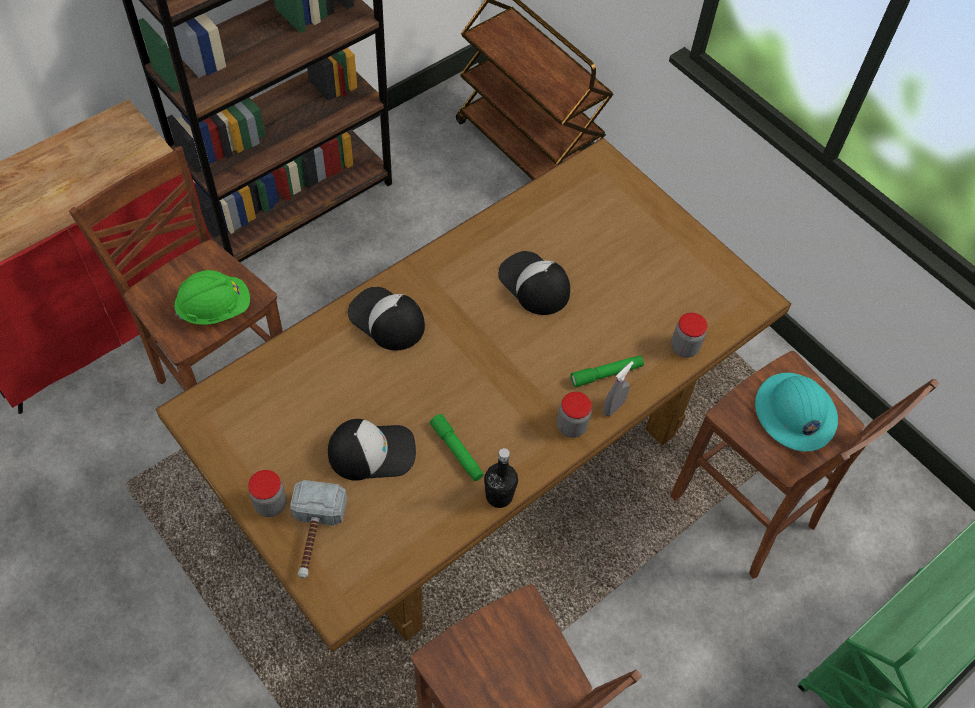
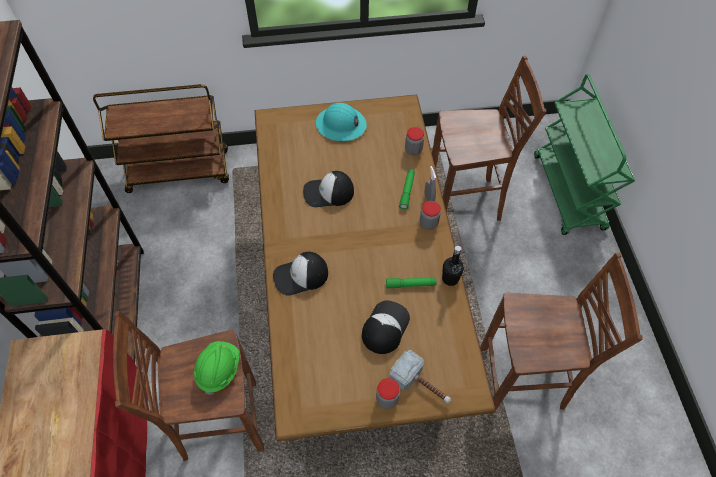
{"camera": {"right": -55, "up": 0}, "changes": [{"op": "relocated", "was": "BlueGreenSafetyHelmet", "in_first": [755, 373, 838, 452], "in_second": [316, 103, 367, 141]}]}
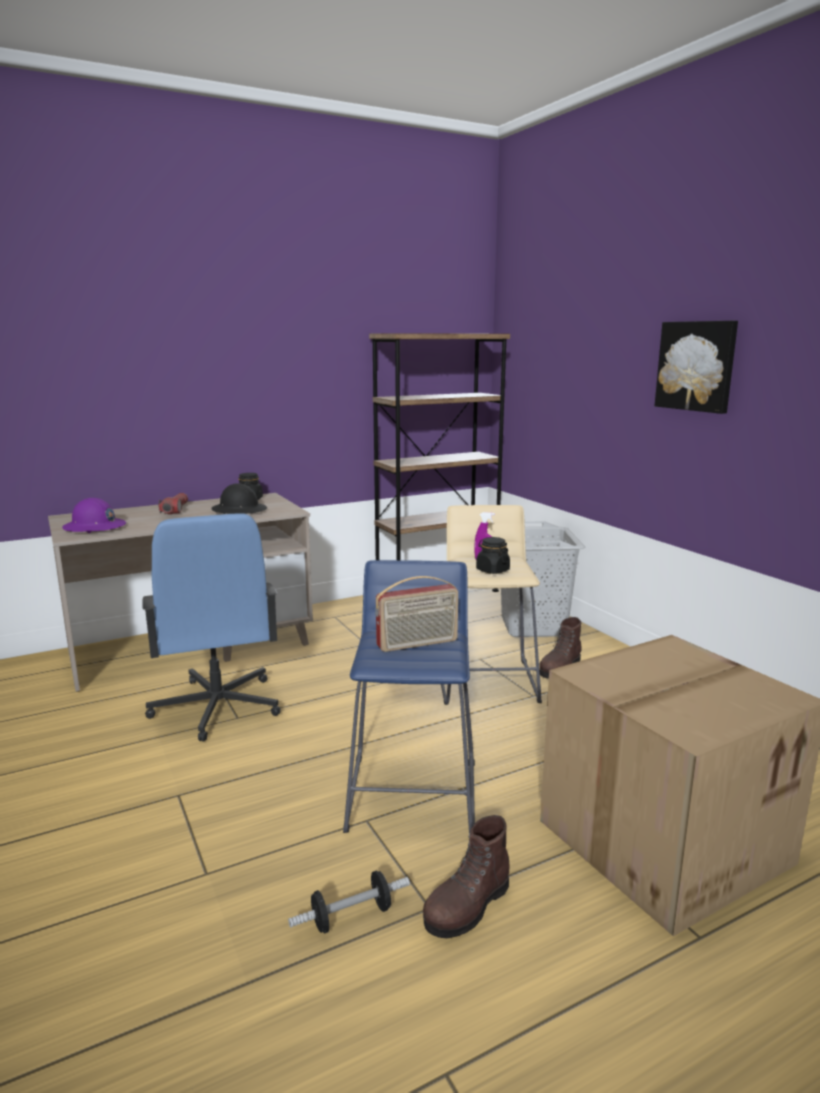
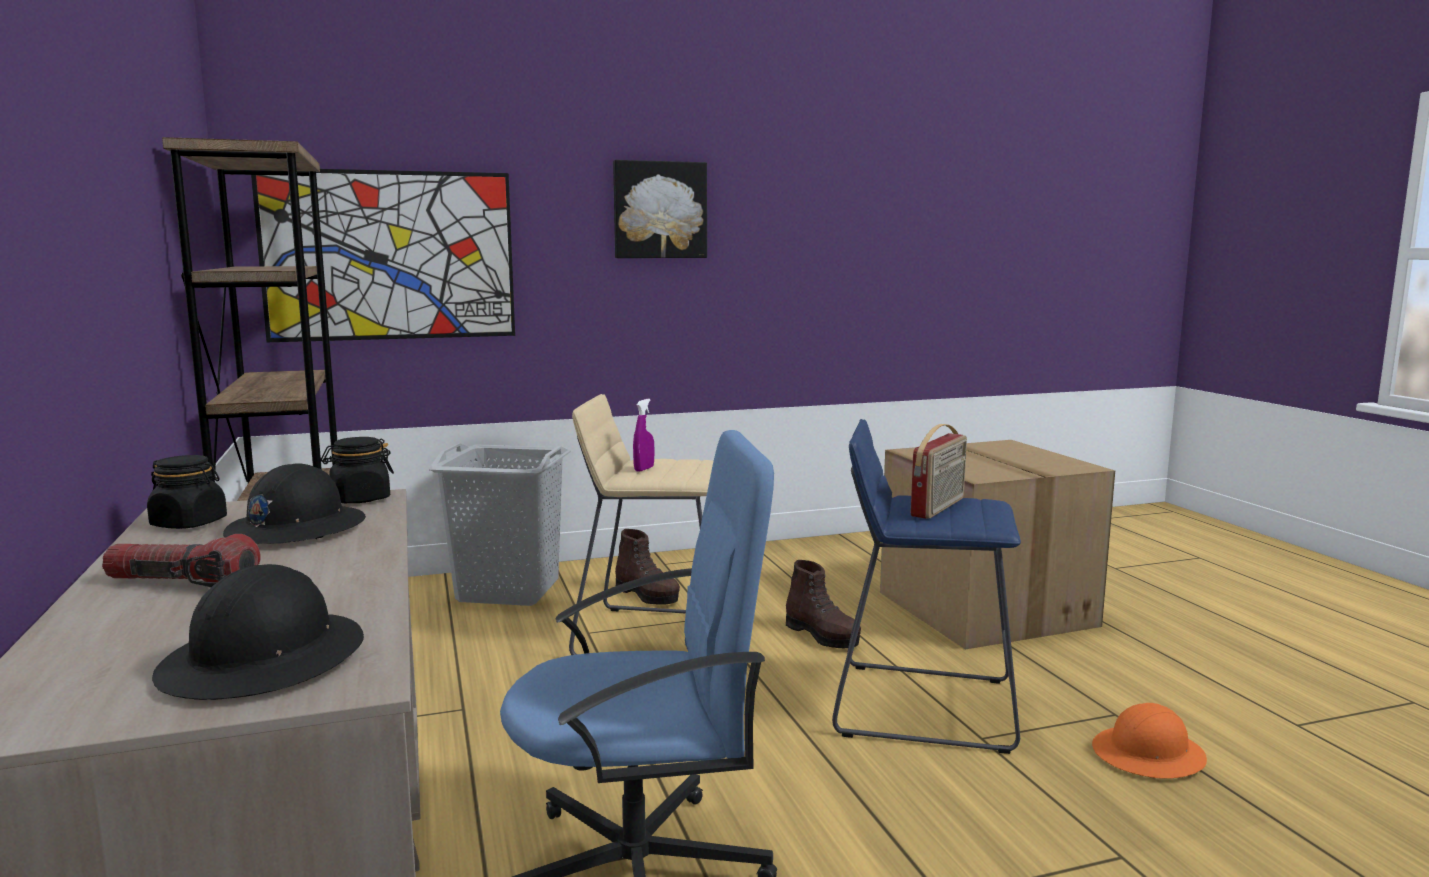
{"camera": {"right": -80, "up": -5}, "changes": [{"op": "appeared", "now": "WallArt", "in_second": [251, 169, 515, 342]}, {"op": "relocated", "was": "BrownishHighTopBoot", "in_first": [423, 815, 509, 938], "in_second": [786, 560, 861, 648]}, {"op": "relocated", "was": "BlackStorageJar", "in_first": [476, 537, 510, 574], "in_second": [321, 437, 394, 503]}, {"op": "exchanged", "was": "FreeWeight", "now": "OrangeSafetyHelmet", "in_first": [288, 871, 410, 934], "in_second": [1092, 703, 1207, 779]}, {"op": "colour", "was": "PurplishSafetyHelmet", "now": "BlackSafetyHelmet", "in_first": [62, 498, 126, 533], "in_second": [152, 564, 364, 700]}, {"op": "spun", "was": "Radio", "in_first": [375, 576, 458, 652], "in_second": [911, 424, 967, 519], "clockwise": 45}]}
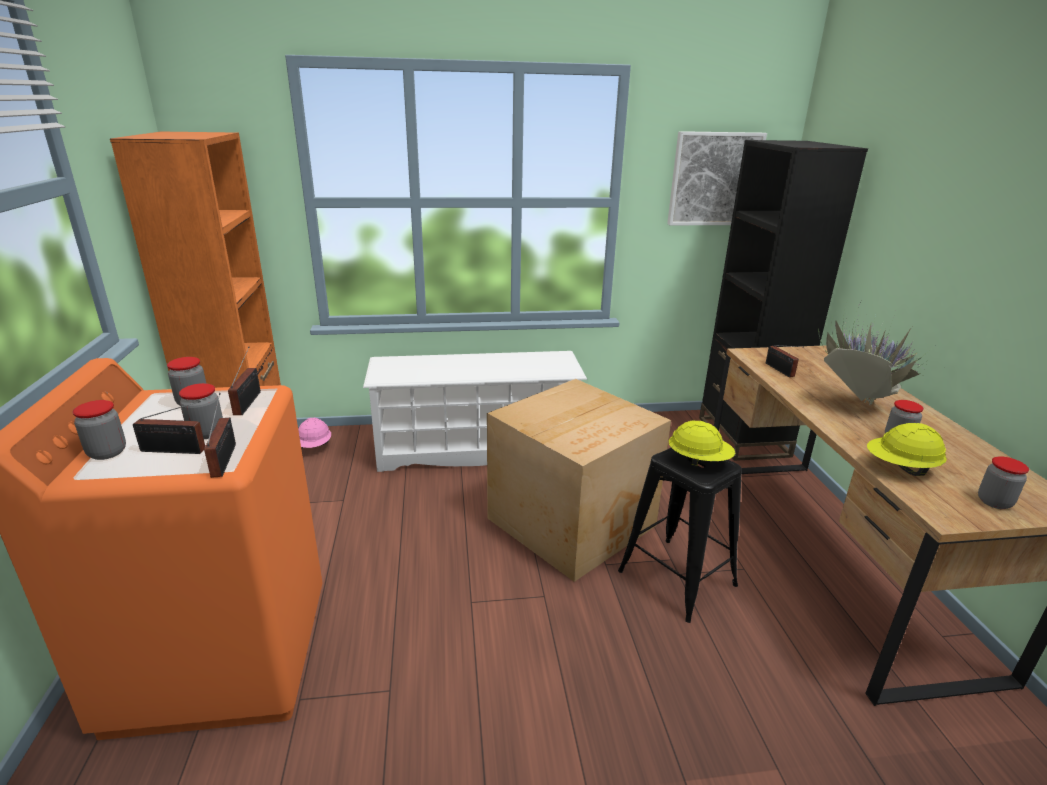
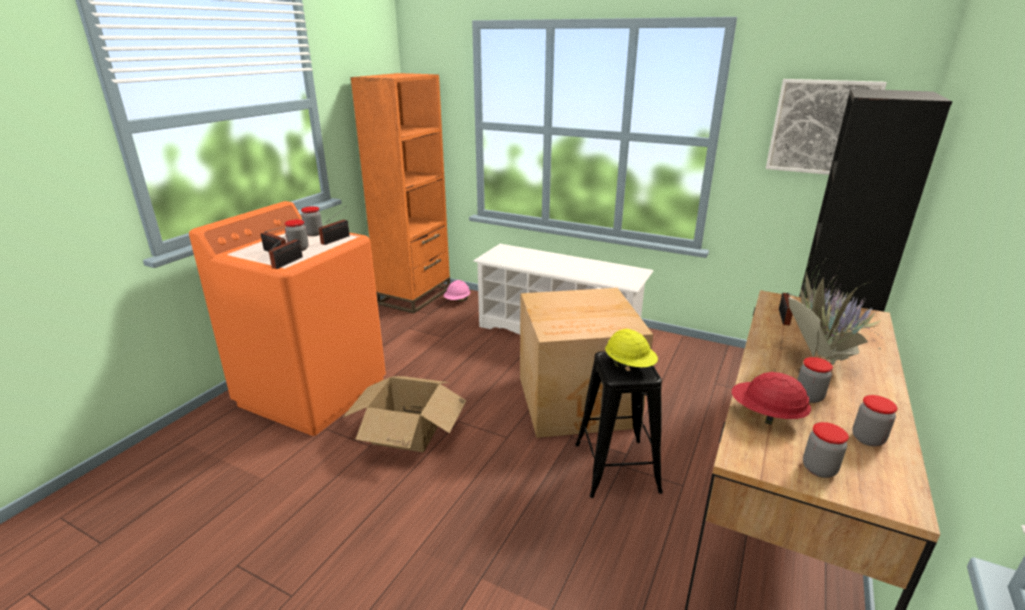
{"camera": {"right": 35, "up": 0}, "changes": [{"op": "appeared", "now": "Carton", "in_second": [343, 376, 466, 452]}, {"op": "relocated", "was": "StorageJar", "in_first": [72, 400, 126, 460], "in_second": [852, 395, 898, 447]}, {"op": "colour", "was": "YellowColouredSafetyHelmet", "now": "RedSafetyHelmet", "in_first": [867, 423, 947, 476], "in_second": [732, 372, 811, 425]}]}
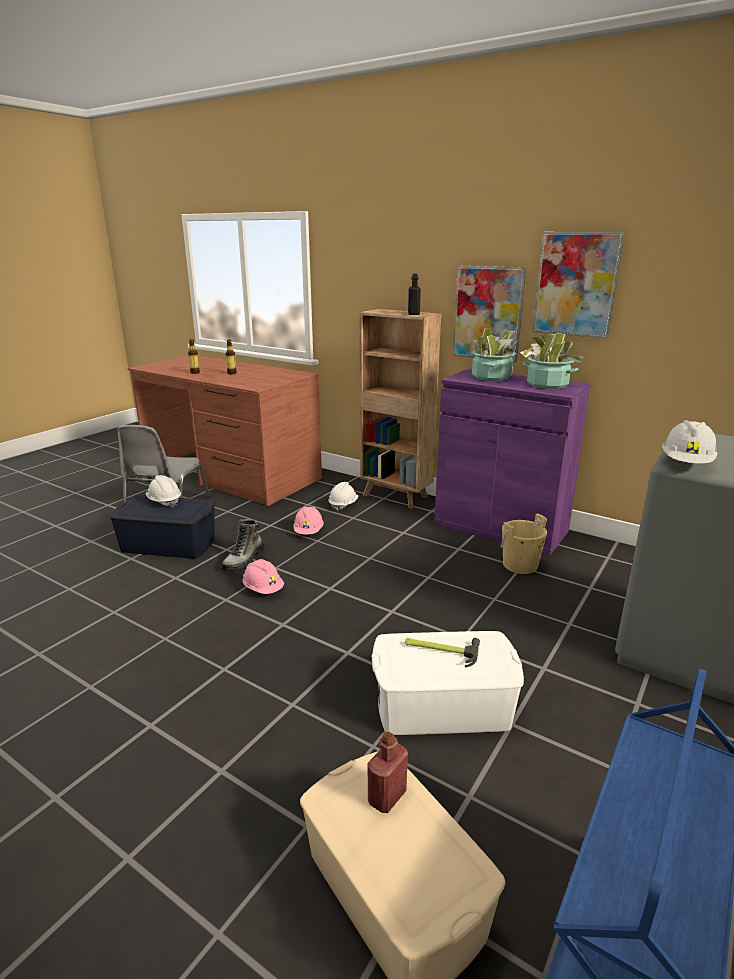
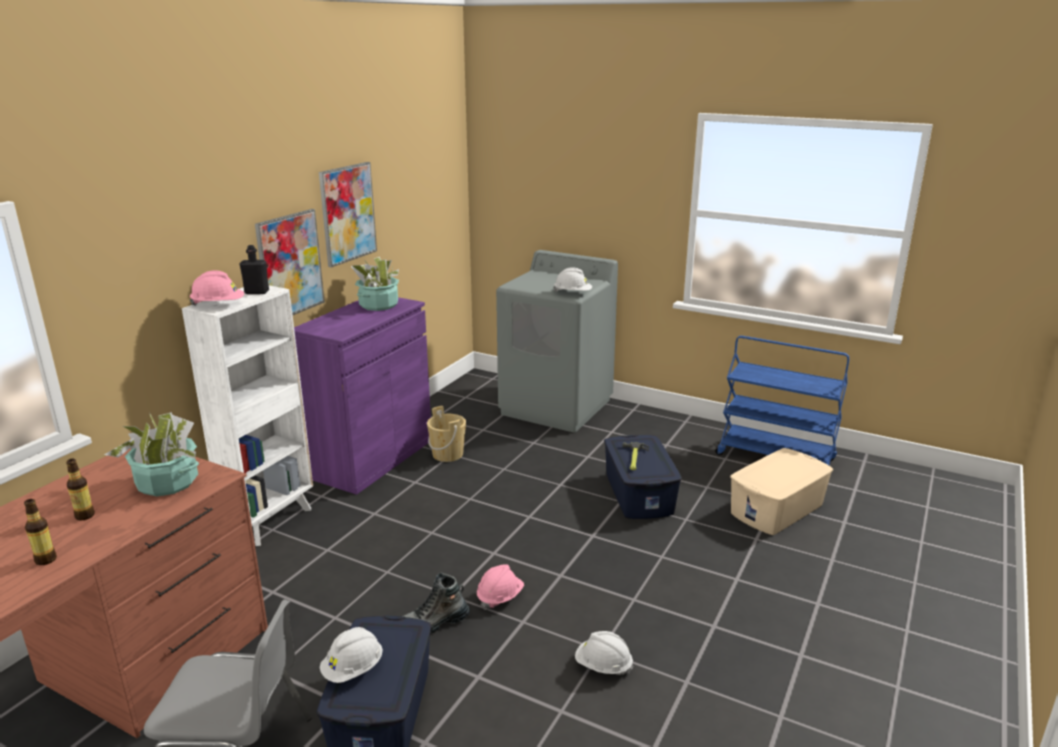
{"camera": {"right": -95, "up": 0}, "changes": [{"op": "missing", "was": "RedBeverageBottle", "in_first": [367, 731, 408, 813]}, {"op": "relocated", "was": "PinkSafetyHelmet", "in_first": [293, 507, 324, 535], "in_second": [190, 270, 244, 306]}, {"op": "relocated", "was": "WhiteSafetyHelmet", "in_first": [328, 482, 359, 511], "in_second": [575, 631, 633, 675]}, {"op": "relocated", "was": "Houseplant", "in_first": [471, 328, 520, 381], "in_second": [104, 412, 199, 496]}, {"op": "colour", "was": "BrownishBookcase", "now": "WhiteBookcase", "in_first": [360, 309, 441, 509], "in_second": [182, 285, 313, 546]}, {"op": "colour", "was": "WhiteStorageContainer", "now": "BluishStorageContainer", "in_first": [372, 631, 524, 735], "in_second": [604, 435, 682, 519]}, {"op": "spun", "was": "HighTopBoot", "in_first": [221, 519, 266, 571], "in_second": [403, 573, 470, 634], "clockwise": 135}]}
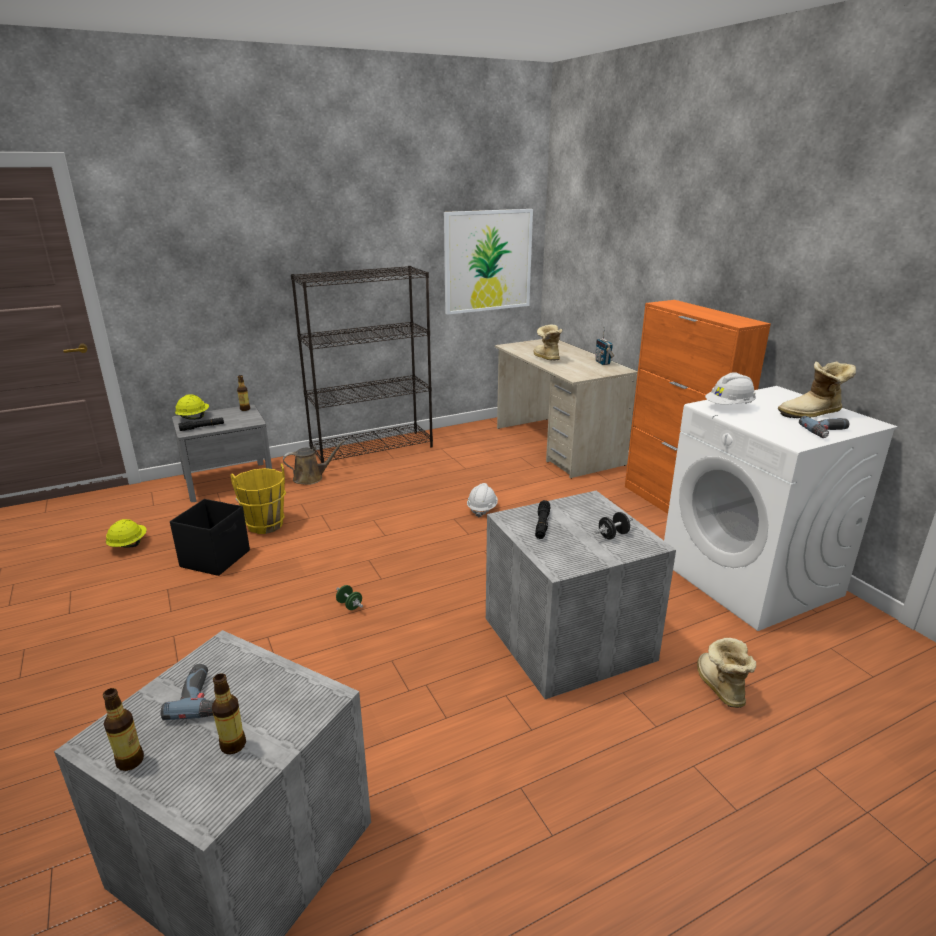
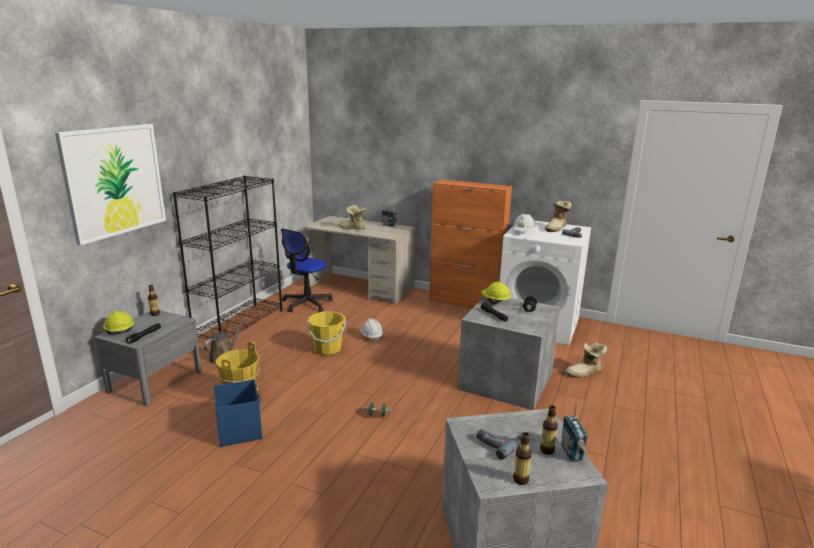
{"camera": {"right": -40, "up": -5}, "changes": [{"op": "appeared", "now": "DeskChair", "in_second": [281, 229, 332, 312]}, {"op": "appeared", "now": "YellowColouredWaterBucket", "in_second": [307, 311, 346, 355]}, {"op": "appeared", "now": "Radio", "in_second": [561, 401, 589, 461]}, {"op": "relocated", "was": "YellowColouredSafetyHelmet", "in_first": [106, 519, 147, 547], "in_second": [481, 282, 511, 304]}, {"op": "relocated", "was": "WallArt", "in_first": [444, 209, 533, 315], "in_second": [55, 124, 166, 245]}, {"op": "colour", "was": "BlackStorageContainer", "now": "BluishStorageContainer", "in_first": [170, 499, 250, 576], "in_second": [214, 379, 262, 447]}, {"op": "spun", "was": "HighTopBoot", "in_first": [697, 638, 756, 708], "in_second": [565, 343, 607, 378], "clockwise": -60}]}
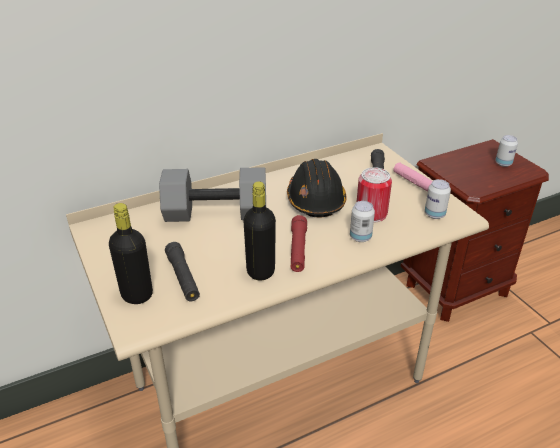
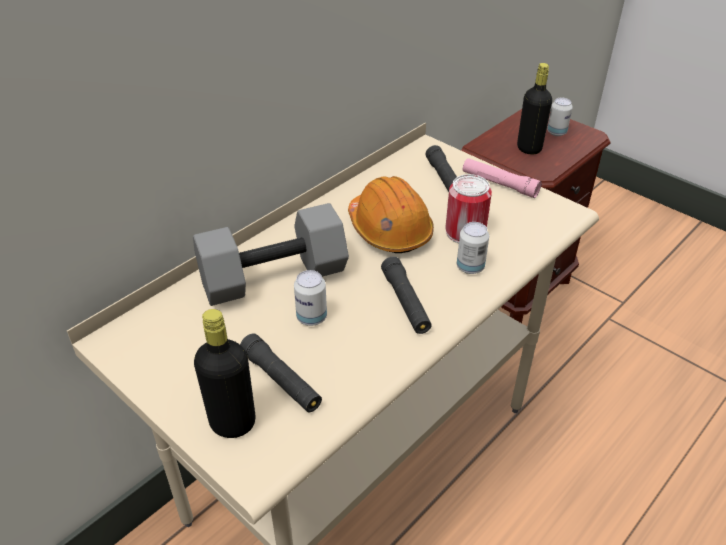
{"camera": {"right": -20, "up": 5}, "changes": [{"op": "relocated", "was": "BlackBeverageBottle", "in_first": [244, 182, 276, 281], "in_second": [517, 63, 552, 155]}, {"op": "relocated", "was": "Can", "in_first": [425, 179, 451, 219], "in_second": [294, 270, 327, 326]}, {"op": "colour", "was": "BlackSafetyHelmet", "now": "OrangeSafetyHelmet", "in_first": [287, 159, 347, 218], "in_second": [348, 176, 434, 253]}, {"op": "colour", "was": "RedHandTorch", "now": "BlackHandTorch", "in_first": [291, 215, 307, 272], "in_second": [381, 257, 432, 334]}]}
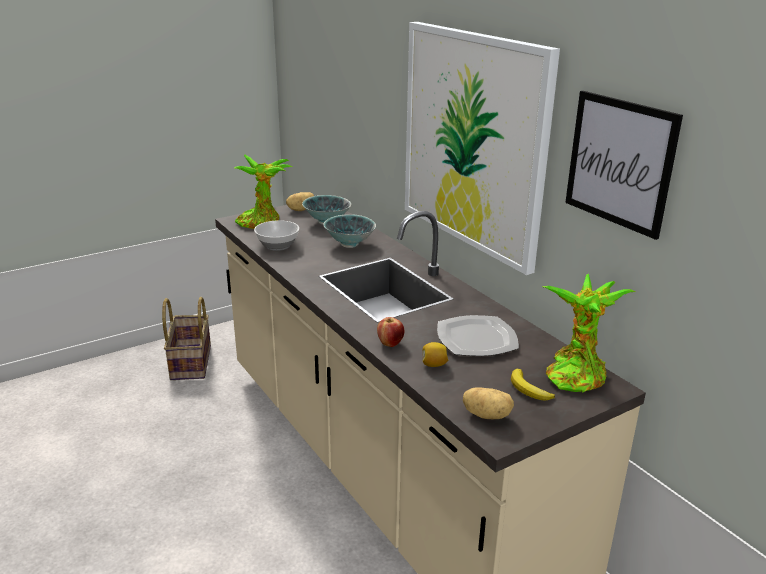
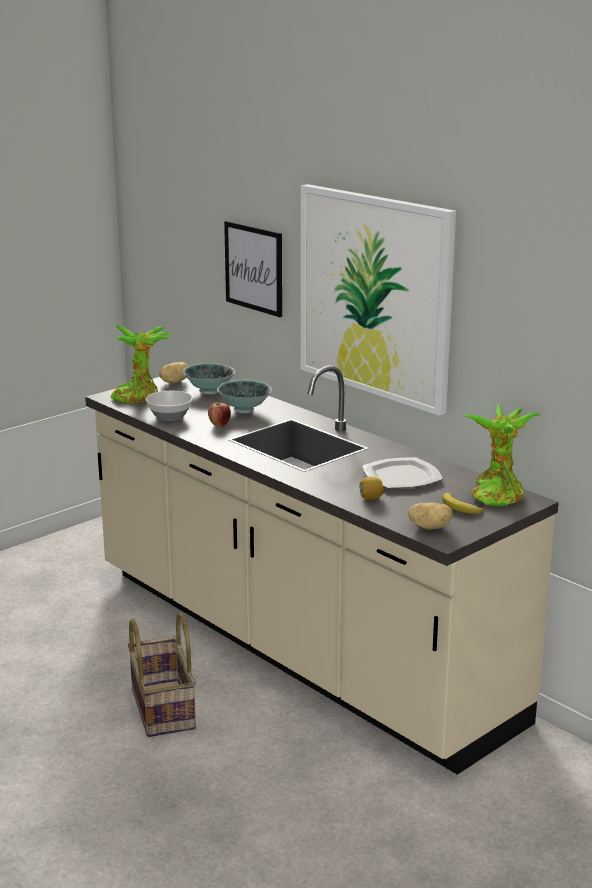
{"camera": {"right": -10, "up": -5}, "changes": [{"op": "relocated", "was": "HouseholdBasket", "in_first": [162, 297, 211, 380], "in_second": [128, 612, 196, 737]}, {"op": "relocated", "was": "Apple", "in_first": [377, 317, 404, 347], "in_second": [208, 402, 231, 427]}, {"op": "relocated", "was": "WallArt", "in_first": [565, 91, 683, 240], "in_second": [224, 221, 282, 317]}]}
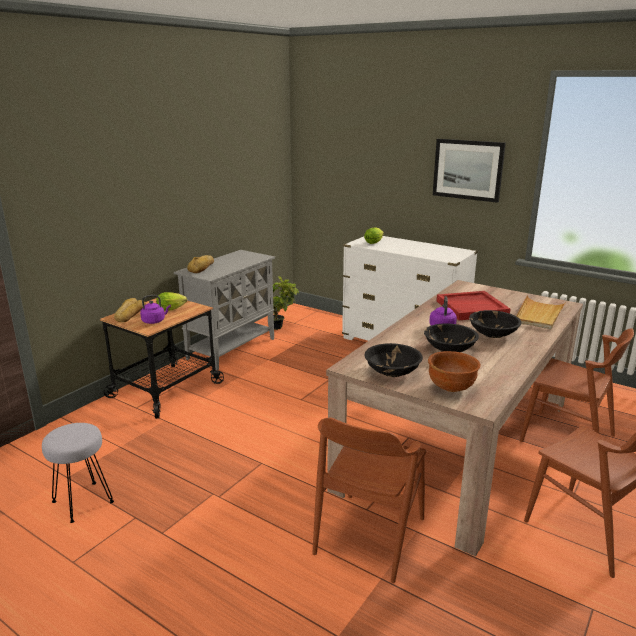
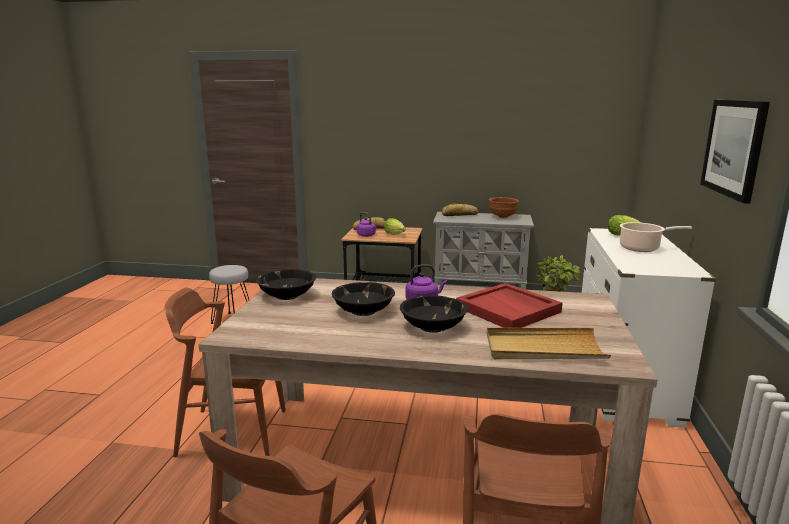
{"camera": {"right": 65, "up": -5}, "changes": [{"op": "appeared", "now": "Saucepot", "in_second": [620, 222, 692, 252]}, {"op": "relocated", "was": "BrownishServingBowl", "in_first": [428, 351, 481, 392], "in_second": [489, 197, 519, 218]}]}
